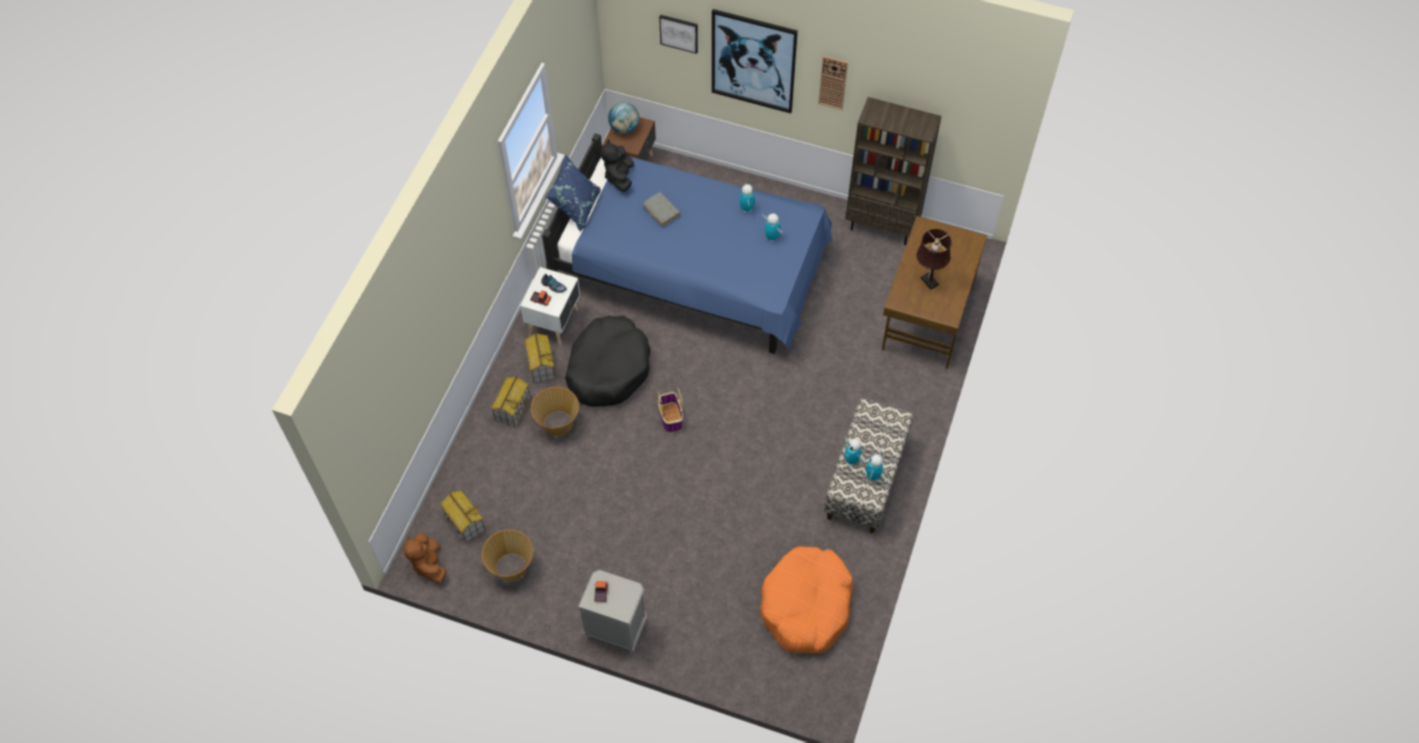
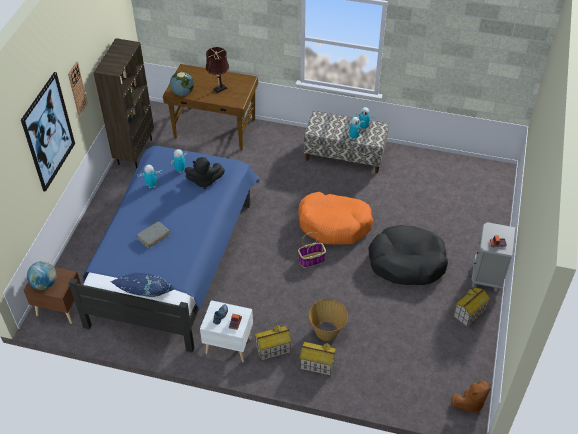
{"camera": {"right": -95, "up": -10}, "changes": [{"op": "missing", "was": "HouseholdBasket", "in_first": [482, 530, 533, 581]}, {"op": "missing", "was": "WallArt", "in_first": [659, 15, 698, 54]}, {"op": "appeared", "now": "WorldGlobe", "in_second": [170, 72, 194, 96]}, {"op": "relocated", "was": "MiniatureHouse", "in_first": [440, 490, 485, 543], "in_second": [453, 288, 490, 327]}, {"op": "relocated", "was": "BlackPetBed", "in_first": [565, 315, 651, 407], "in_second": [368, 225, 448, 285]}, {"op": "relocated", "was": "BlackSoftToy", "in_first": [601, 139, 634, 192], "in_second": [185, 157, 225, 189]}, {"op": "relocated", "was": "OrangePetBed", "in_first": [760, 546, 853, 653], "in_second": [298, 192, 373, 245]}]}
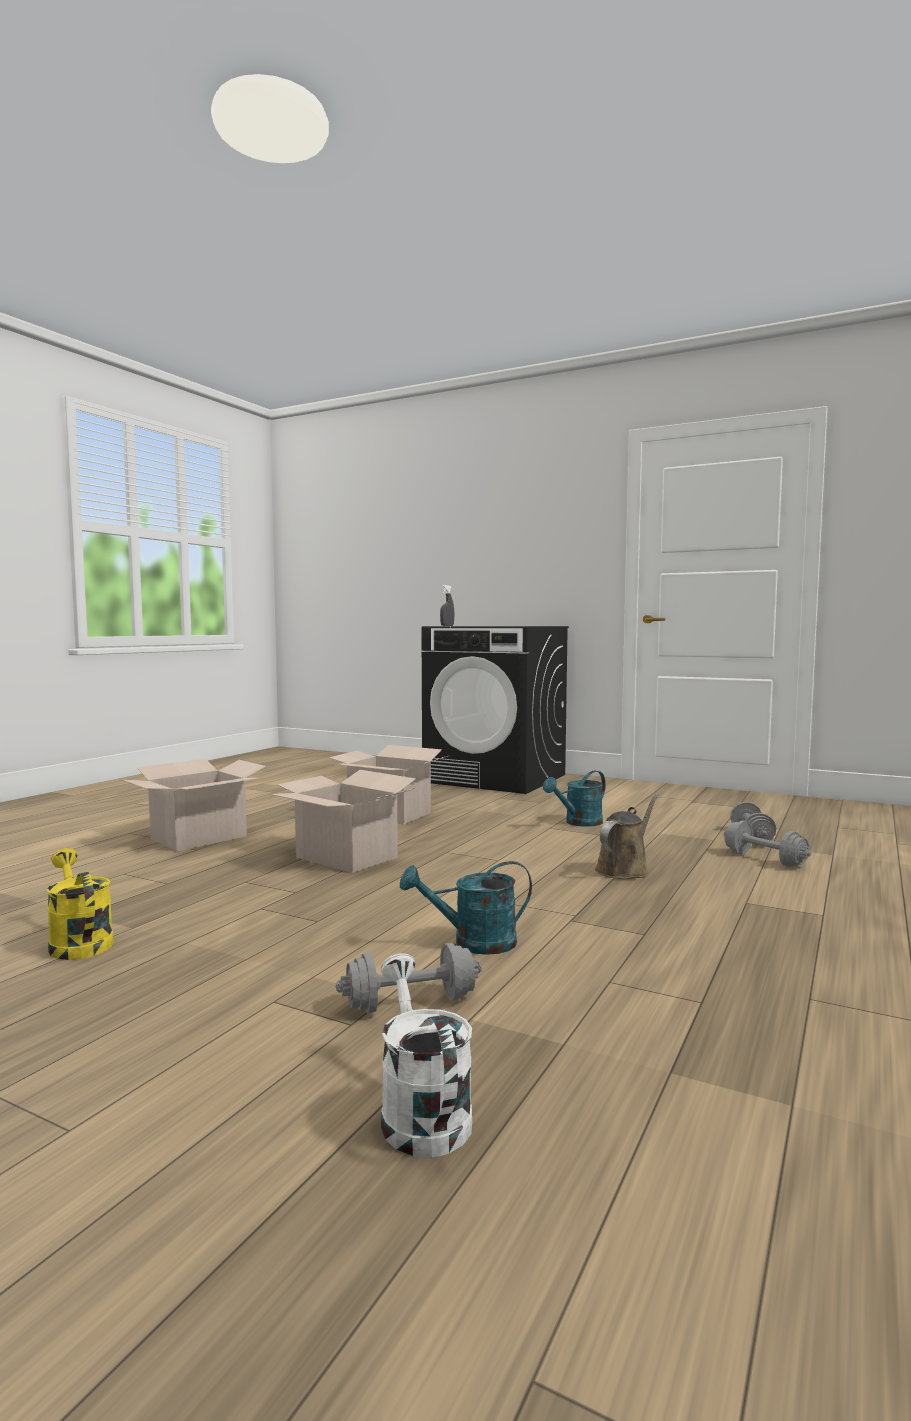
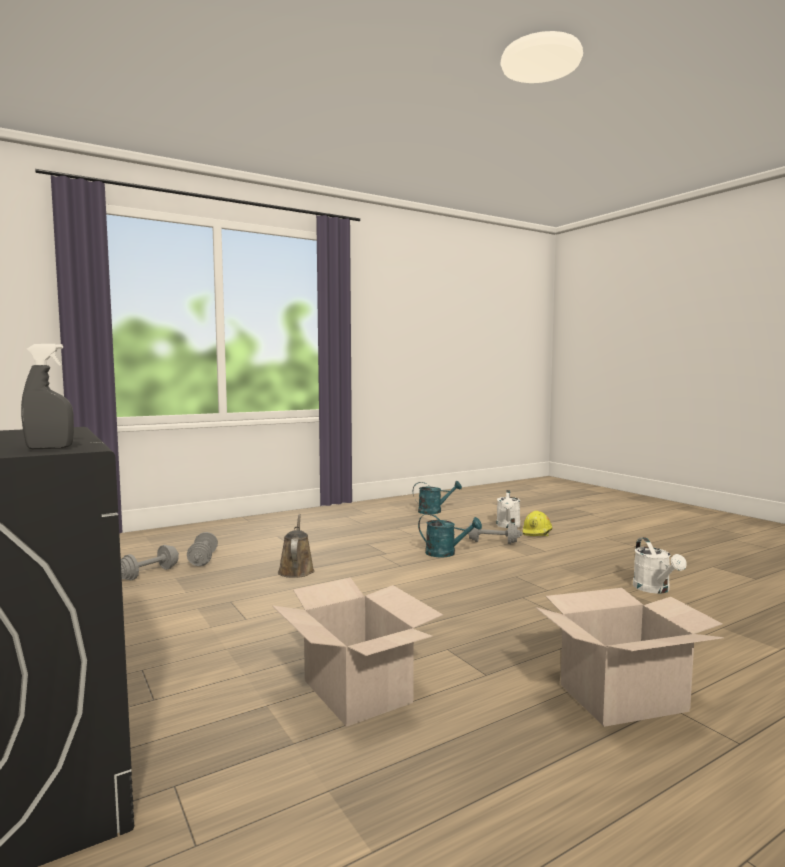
{"camera": {"right": -150, "up": 0}, "changes": [{"op": "missing", "was": "Carton", "in_first": [270, 770, 416, 873]}, {"op": "appeared", "now": "YellowColouredSafetyHelmet", "in_second": [523, 510, 552, 536]}, {"op": "relocated", "was": "BlueGreenSprinklingCan", "in_first": [543, 770, 606, 827], "in_second": [413, 481, 462, 514]}, {"op": "colour", "was": "YellowColouredSprinklingCan", "now": "WhiteSprinklingCan", "in_first": [46, 848, 114, 960], "in_second": [633, 537, 687, 594]}, {"op": "spun", "was": "BrownishSprinklingCan", "in_first": [595, 793, 659, 879], "in_second": [278, 514, 315, 578], "clockwise": 105}]}
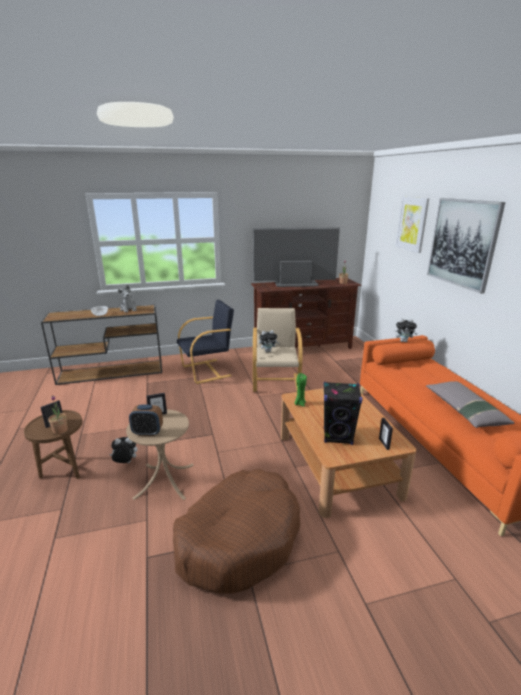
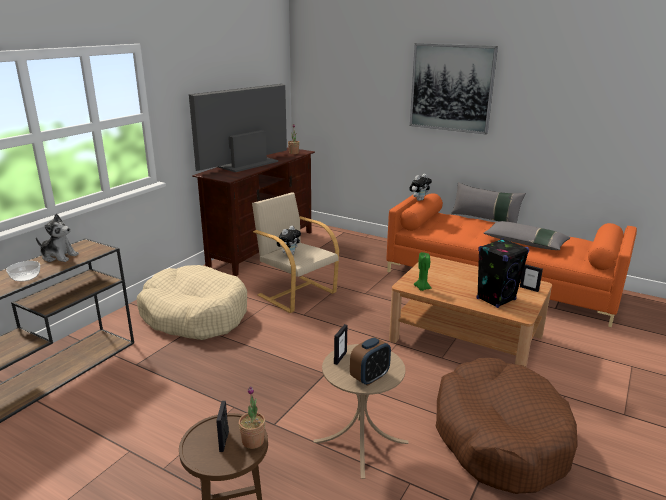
{"camera": {"right": -45, "up": 0}, "changes": [{"op": "missing", "was": "SoftToy", "in_first": [109, 437, 137, 463]}, {"op": "missing", "was": "WallArt", "in_first": [395, 197, 429, 253]}, {"op": "appeared", "now": "GreyishThrowPillow", "in_second": [451, 182, 526, 223]}, {"op": "exchanged", "was": "BlackEasyChair", "now": "BeigePetBed", "in_first": [177, 300, 234, 384], "in_second": [137, 265, 247, 340]}]}
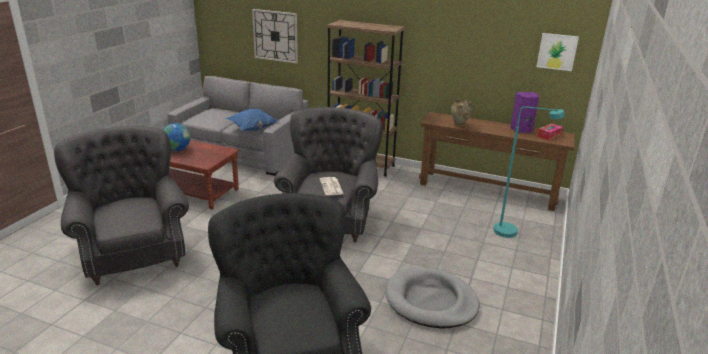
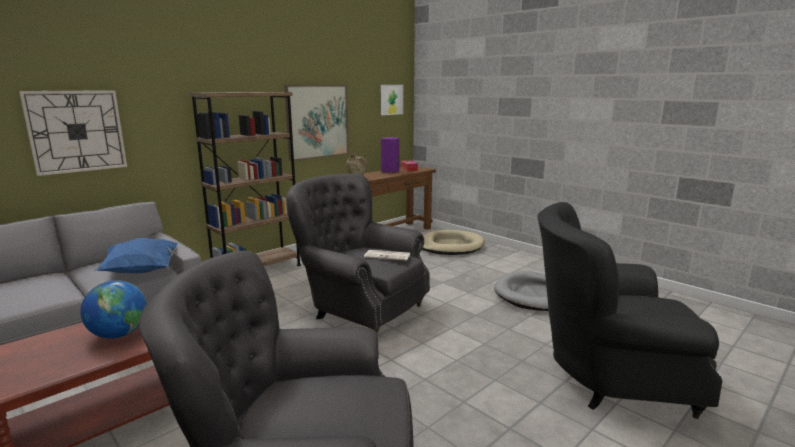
{"camera": {"right": -65, "up": -10}, "changes": [{"op": "appeared", "now": "WallArt", "in_second": [284, 85, 349, 161]}, {"op": "exchanged", "was": "BlueGreenFloorLamp", "now": "BeigePetBed", "in_first": [493, 107, 564, 238], "in_second": [422, 230, 484, 255]}]}
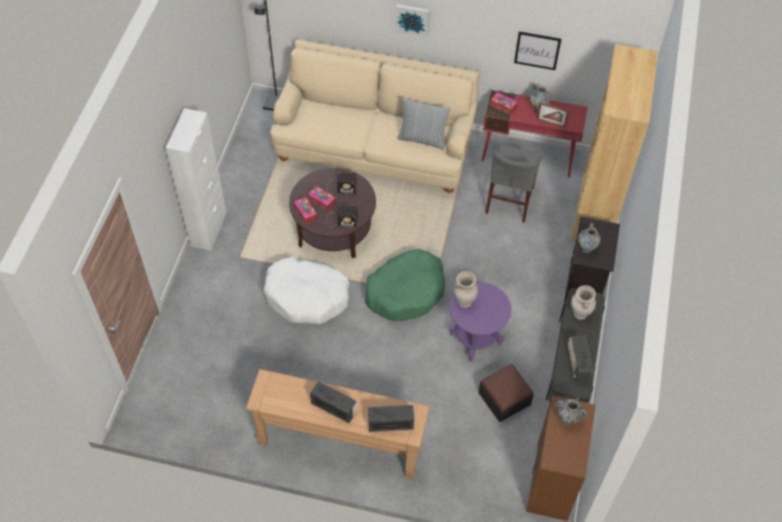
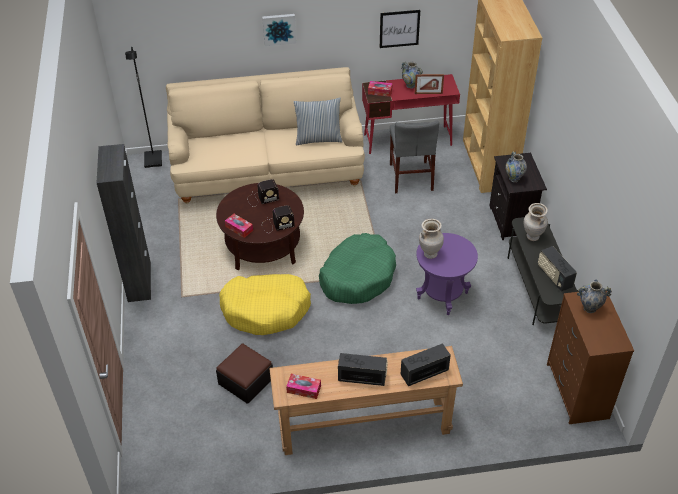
{"camera": {"right": -20, "up": -10}, "changes": [{"op": "relocated", "was": "TissueHolder", "in_first": [308, 186, 336, 211], "in_second": [286, 374, 321, 399]}, {"op": "relocated", "was": "Ottoman", "in_first": [478, 364, 534, 422], "in_second": [216, 344, 273, 404]}, {"op": "colour", "was": "WhiteStorageCabinet", "now": "BlackStorageCabinet", "in_first": [166, 108, 227, 251], "in_second": [97, 144, 151, 302]}, {"op": "colour", "was": "WhitePetBed", "now": "YellowColouredPetBed", "in_first": [263, 257, 350, 324], "in_second": [219, 274, 311, 335]}]}
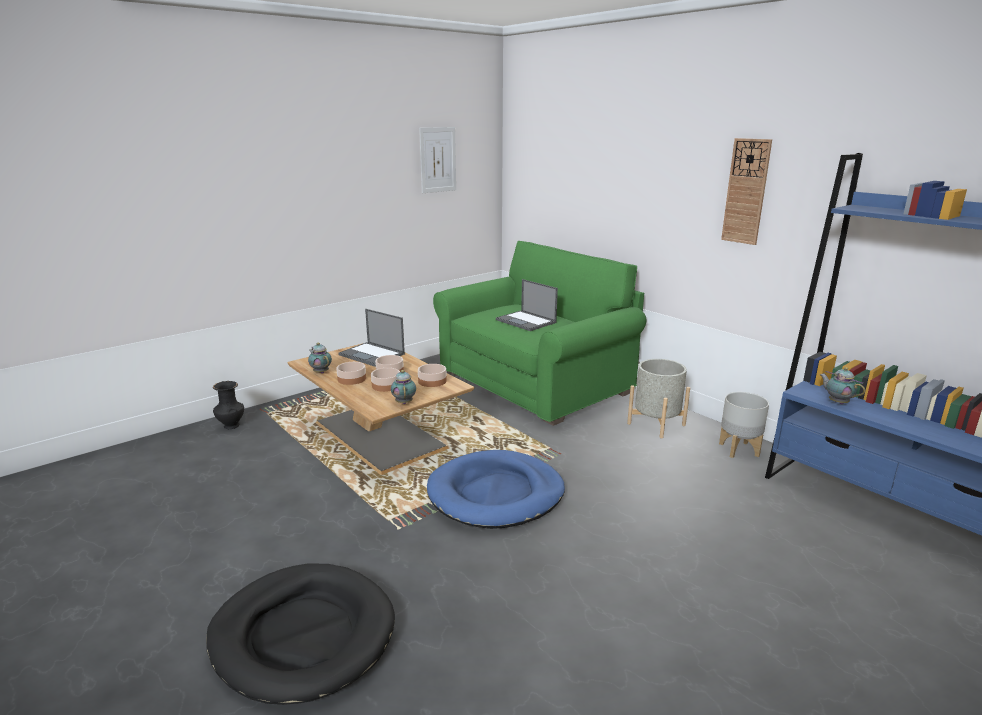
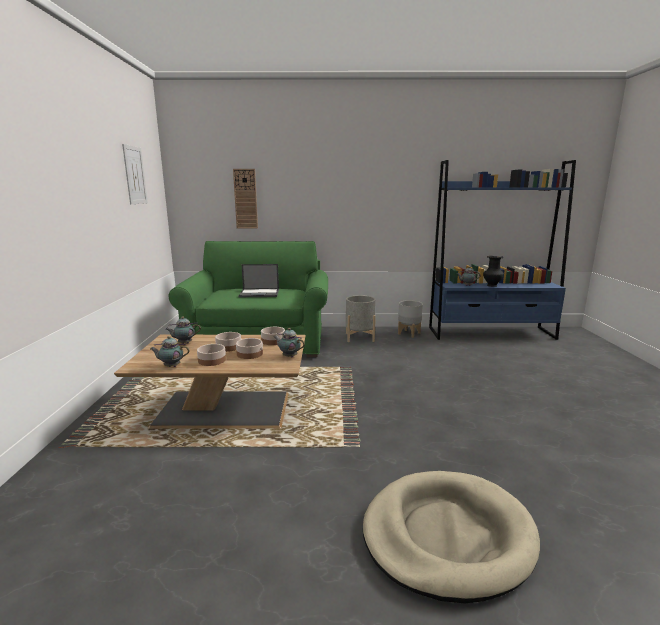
{"camera": {"right": -50, "up": -5}, "changes": [{"op": "missing", "was": "BluishPetBed", "in_first": [427, 450, 565, 529]}, {"op": "relocated", "was": "BlackFlowerVase", "in_first": [213, 381, 244, 429], "in_second": [483, 256, 504, 287]}, {"op": "relocated", "was": "ClockOnTheWall", "in_first": [721, 138, 772, 245], "in_second": [233, 169, 258, 229]}, {"op": "exchanged", "was": "Laptop", "now": "Teapot", "in_first": [338, 309, 405, 367], "in_second": [165, 317, 201, 344]}, {"op": "colour", "was": "BlackPetBed", "now": "BeigePetBed", "in_first": [206, 563, 395, 705], "in_second": [363, 471, 540, 603]}]}
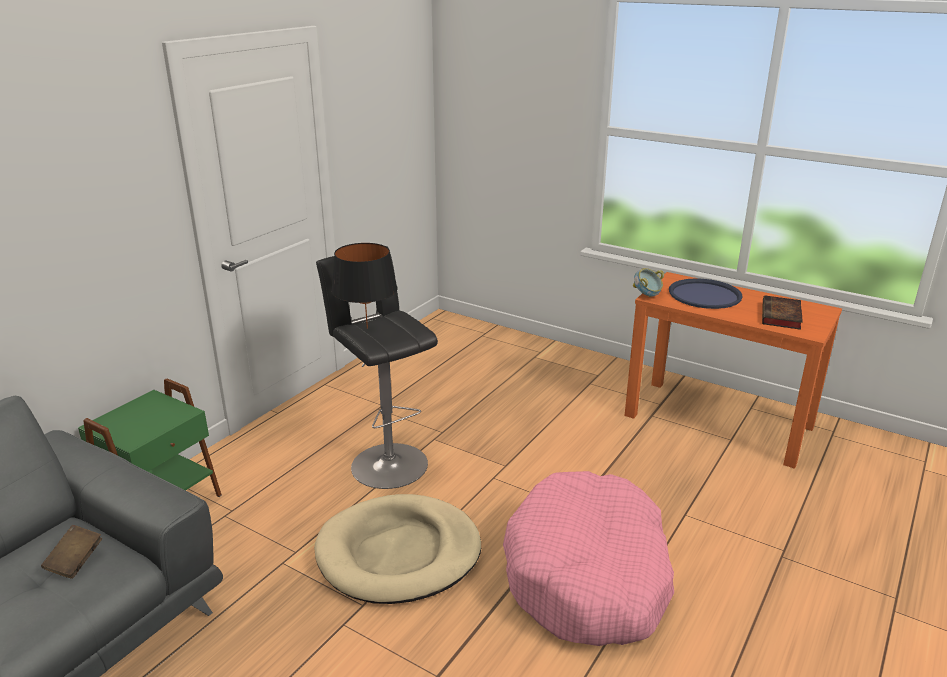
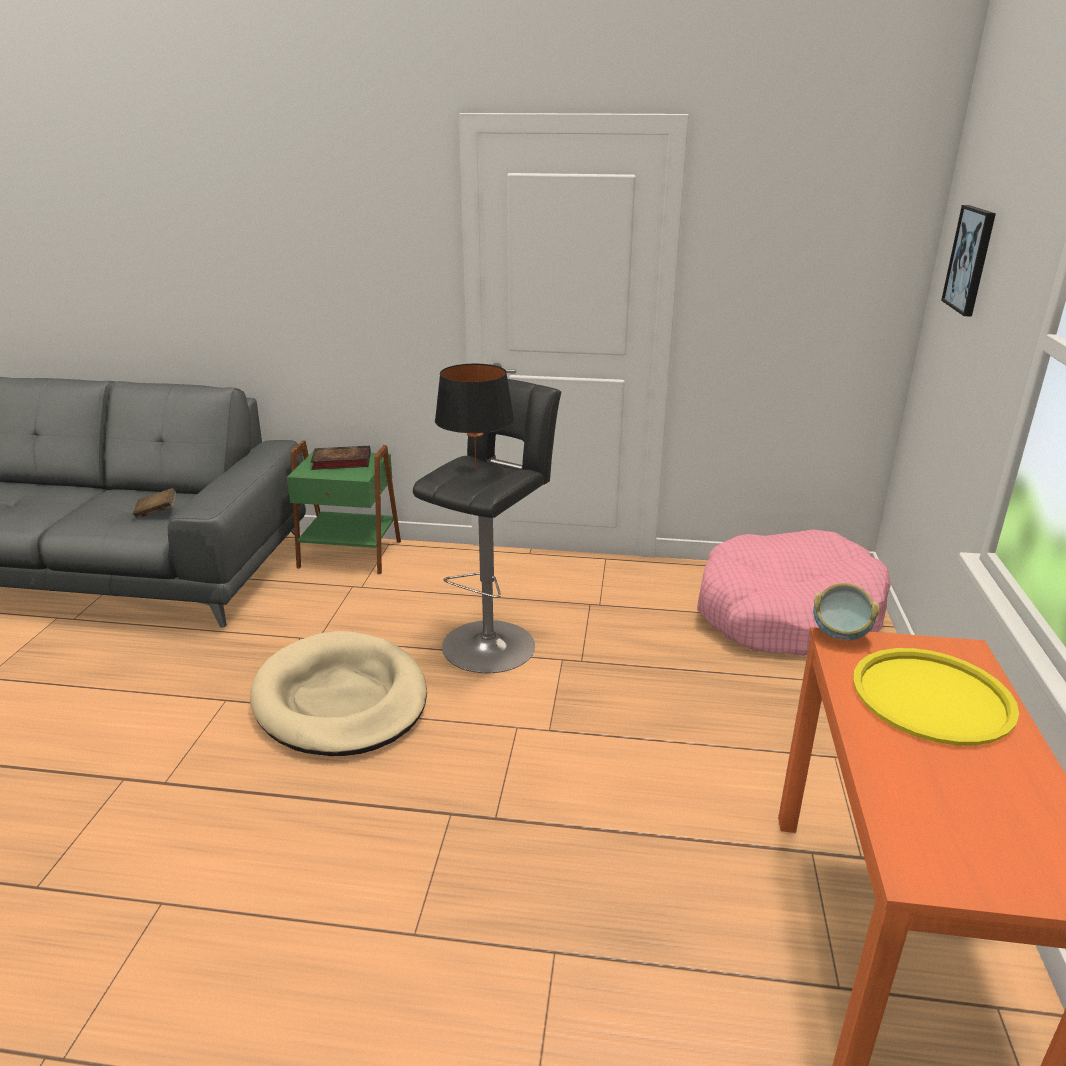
{"camera": {"right": 65, "up": 0}, "changes": [{"op": "appeared", "now": "WallArt", "in_second": [941, 205, 996, 317]}, {"op": "relocated", "was": "PinkPetBed", "in_first": [503, 471, 674, 646], "in_second": [697, 530, 891, 656]}, {"op": "relocated", "was": "Volume", "in_first": [762, 296, 803, 330], "in_second": [310, 446, 371, 470]}, {"op": "colour", "was": "BluishTray", "now": "YellowColouredTray", "in_first": [669, 278, 743, 309], "in_second": [853, 648, 1019, 746]}]}
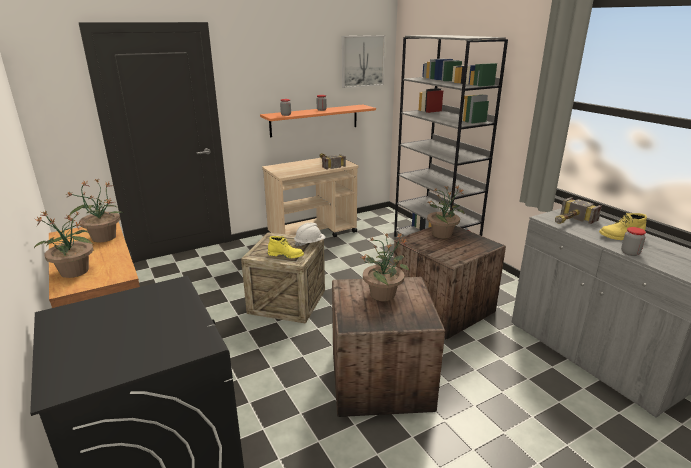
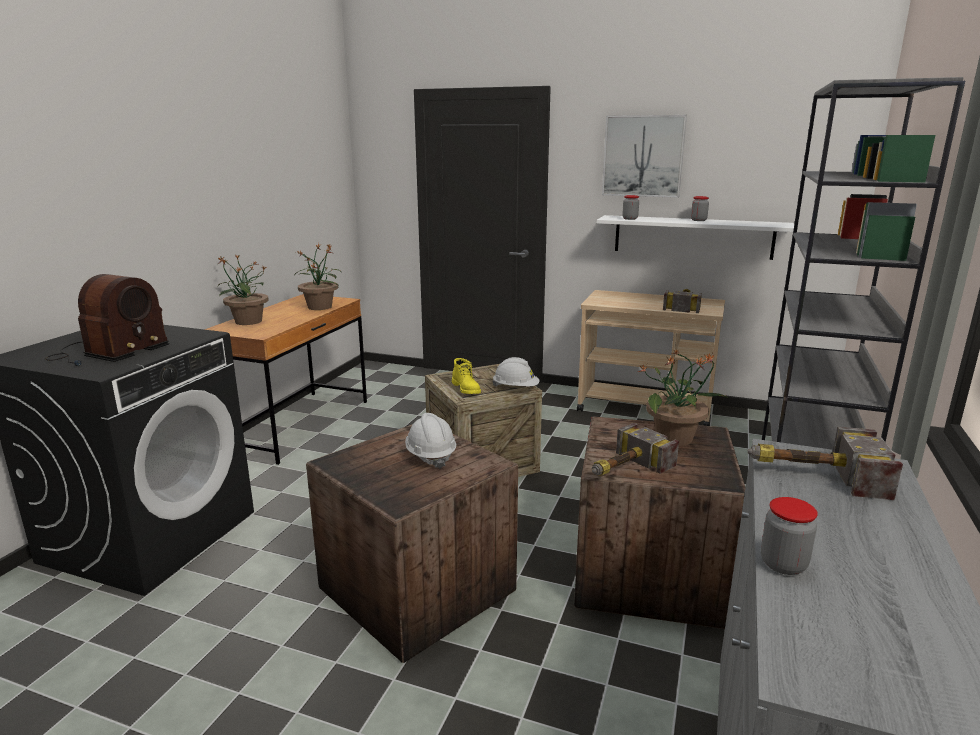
{"camera": {"right": 50, "up": -5}, "changes": [{"op": "missing", "was": "YellowColouredHighTopBoot", "in_first": [599, 213, 647, 240]}, {"op": "appeared", "now": "Radio", "in_second": [45, 274, 169, 366]}, {"op": "appeared", "now": "ToolHammer", "in_second": [592, 423, 679, 475]}, {"op": "relocated", "was": "WallArt", "in_first": [342, 35, 385, 88], "in_second": [602, 115, 687, 198]}, {"op": "exchanged", "was": "Houseplant", "now": "WhiteSafetyHelmet", "in_first": [362, 232, 410, 301], "in_second": [405, 413, 456, 469]}, {"op": "colour", "was": "OrangeWallShelf", "now": "WhiteWallShelf", "in_first": [260, 104, 376, 137], "in_second": [597, 215, 794, 260]}]}
